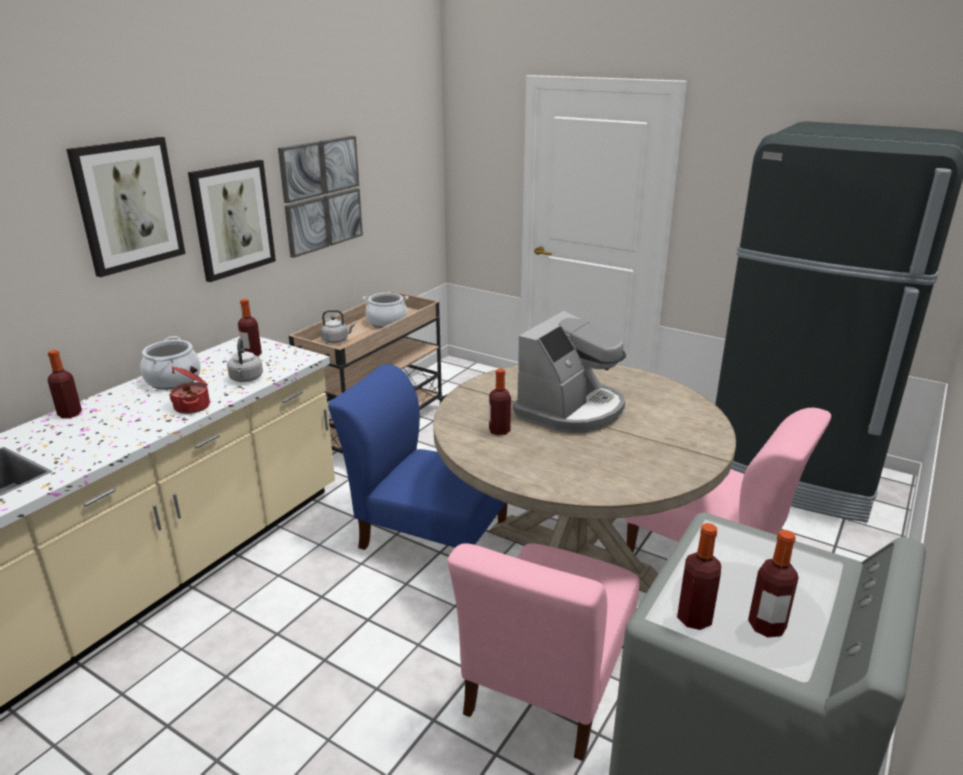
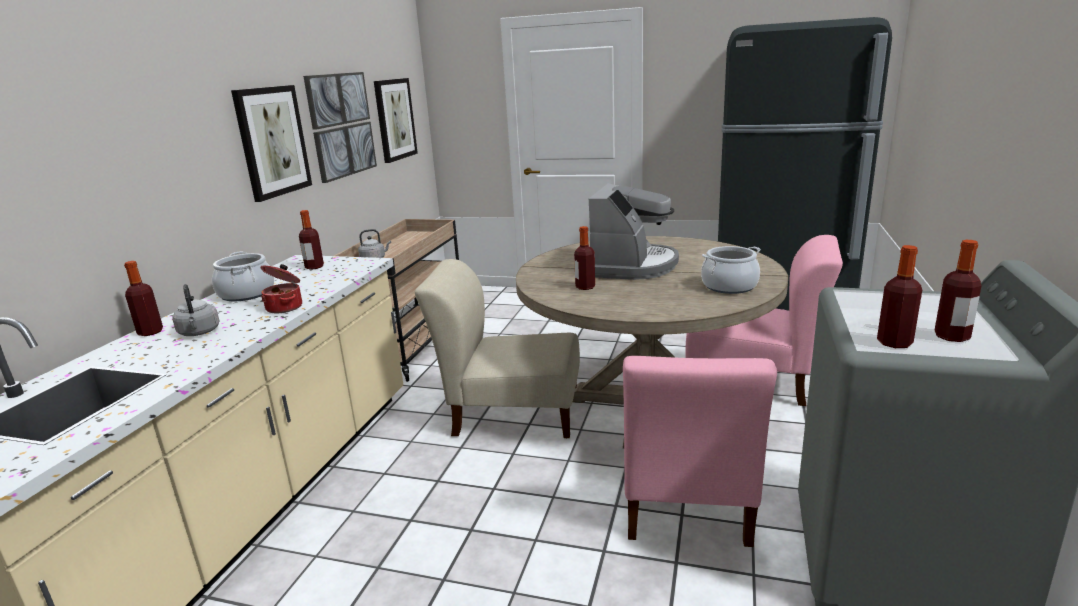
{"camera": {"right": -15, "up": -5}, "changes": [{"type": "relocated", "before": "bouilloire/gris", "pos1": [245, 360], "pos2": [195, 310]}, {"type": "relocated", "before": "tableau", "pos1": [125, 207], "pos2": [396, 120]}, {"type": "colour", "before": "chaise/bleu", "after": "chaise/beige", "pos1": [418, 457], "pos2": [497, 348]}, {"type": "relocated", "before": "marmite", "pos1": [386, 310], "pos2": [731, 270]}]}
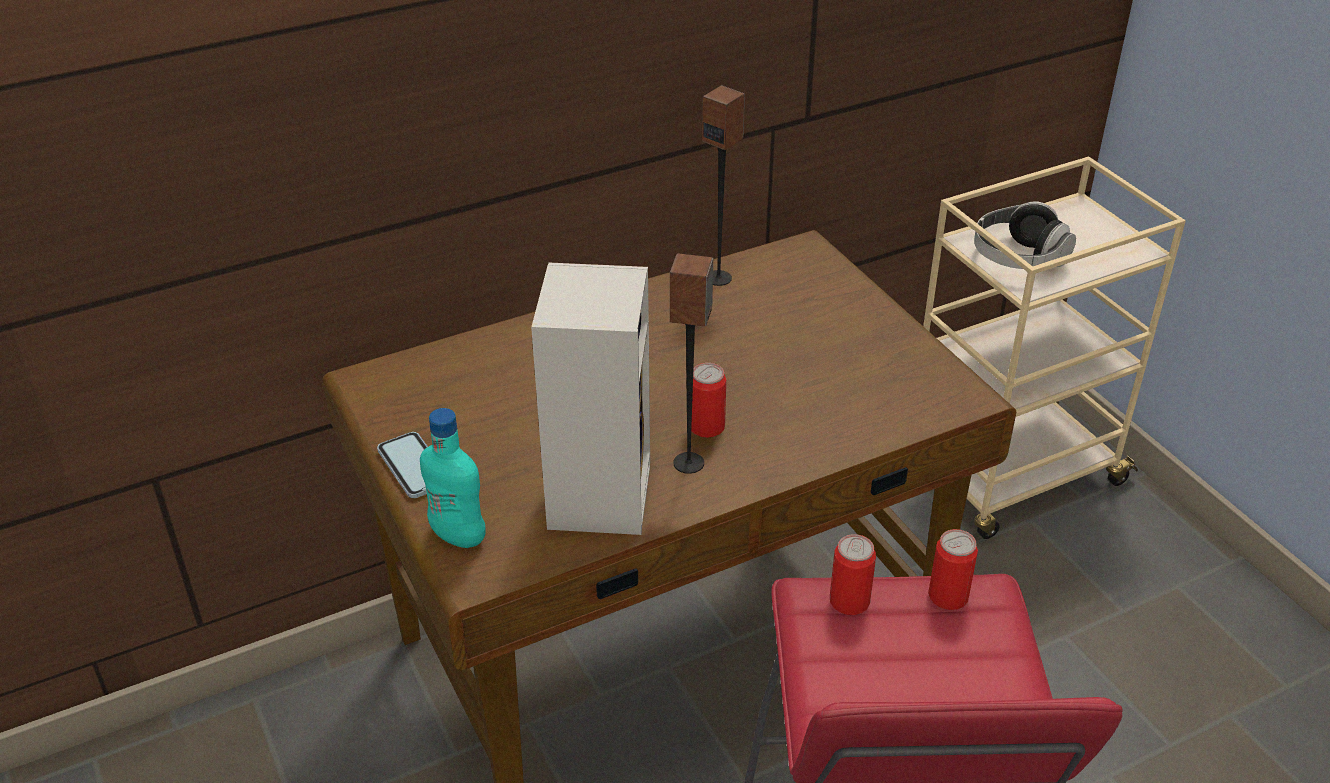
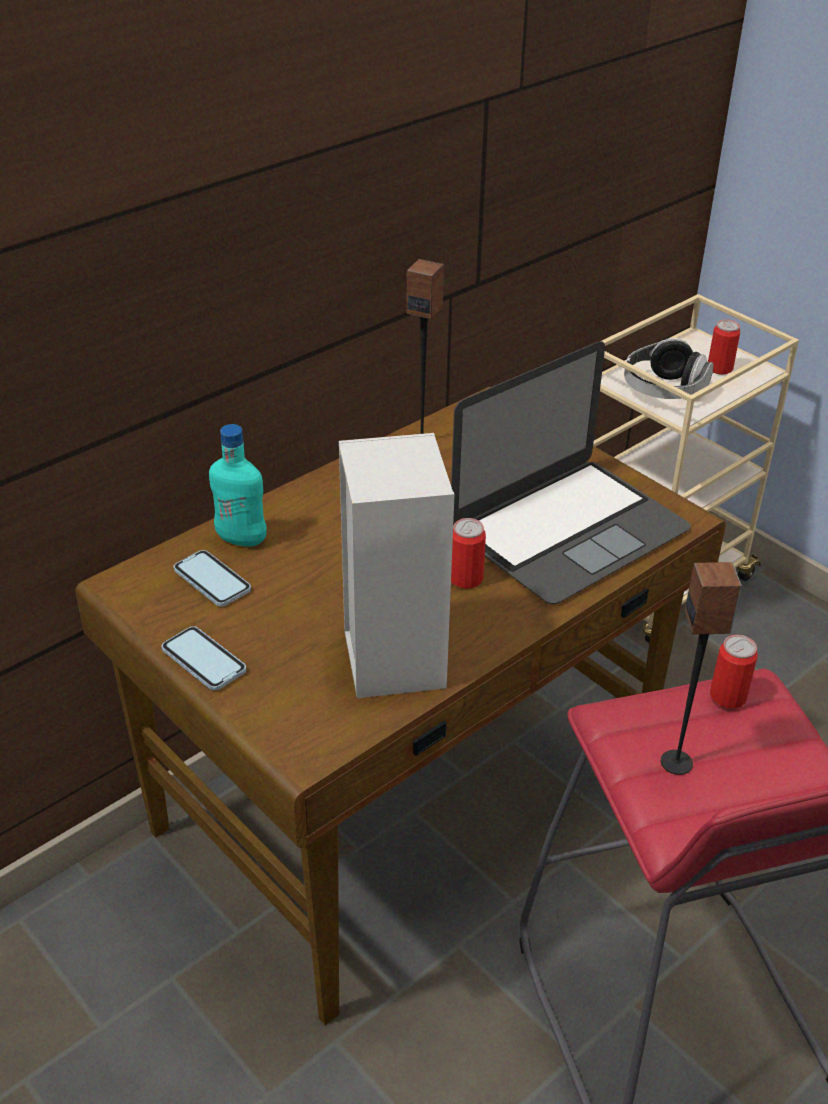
{"camera": {"right": -15, "up": 0}, "changes": [{"type": "appeared", "after": "téléphone", "pos2": [212, 578]}, {"type": "relocated", "before": "bouteille/turquoise", "pos1": [453, 478], "pos2": [237, 485]}, {"type": "appeared", "after": "ordinateur portable", "pos2": [571, 473]}, {"type": "relocated", "before": "enceinte", "pos1": [691, 363], "pos2": [701, 668]}, {"type": "relocated", "before": "boîte métallique", "pos1": [853, 574], "pos2": [724, 347]}]}
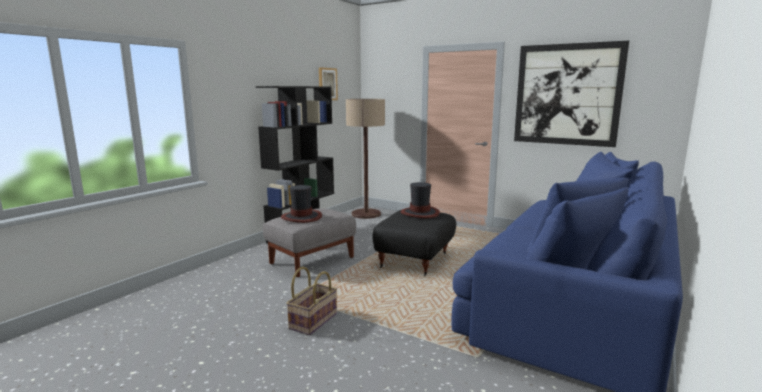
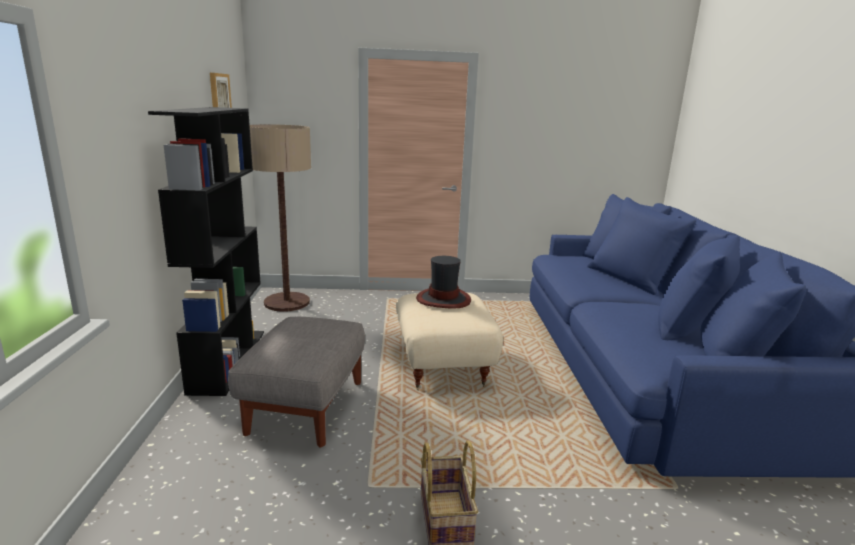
{"camera": {"right": -35, "up": 5}, "changes": [{"type": "colour", "before": "pouf/noir", "after": "pouf/beige", "pos1": [414, 243], "pos2": [449, 342]}, {"type": "missing", "before": "chapeau", "pos1": [301, 204]}, {"type": "missing", "before": "tableau", "pos1": [571, 94]}]}
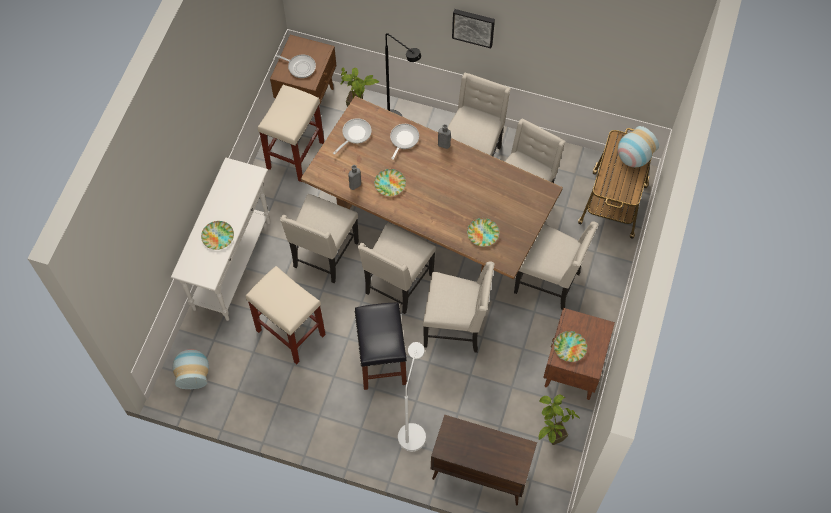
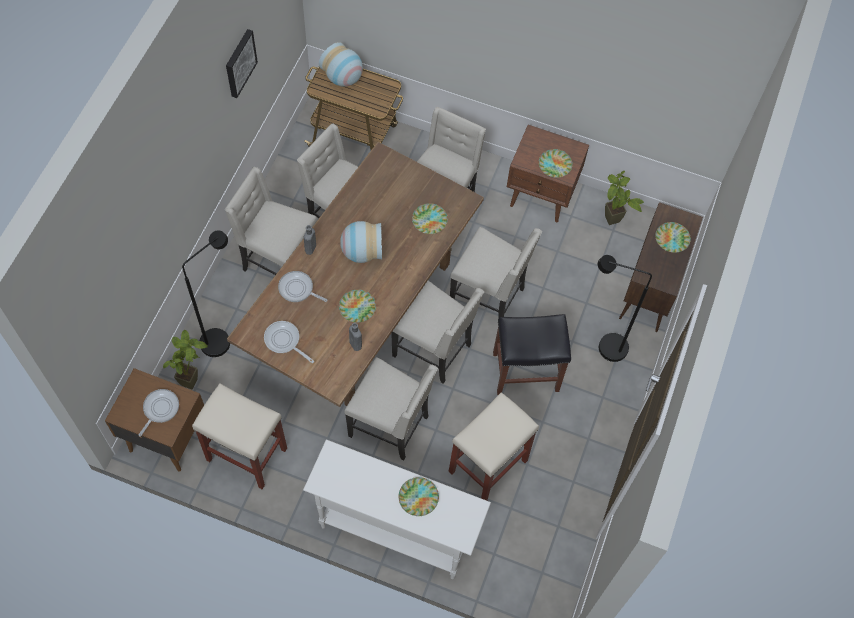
{"camera": {"right": -90, "up": 0}, "changes": [{"type": "relocated", "before": "tableau", "pos1": [473, 28], "pos2": [242, 63]}, {"type": "relocated", "before": "vase", "pos1": [191, 369], "pos2": [361, 242]}, {"type": "spun", "before": "chaise/beige", "pos1": [459, 307], "pos2": [496, 272], "turn": 105}, {"type": "colour", "before": "lampadaire/blanc", "after": "lampadaire/noir", "pos1": [412, 397], "pos2": [625, 308]}, {"type": "appeared", "after": "assiette", "pos2": [673, 237]}]}
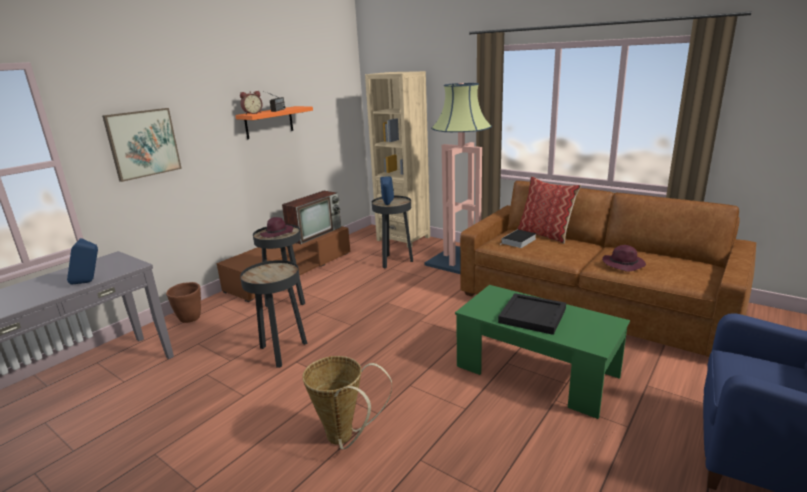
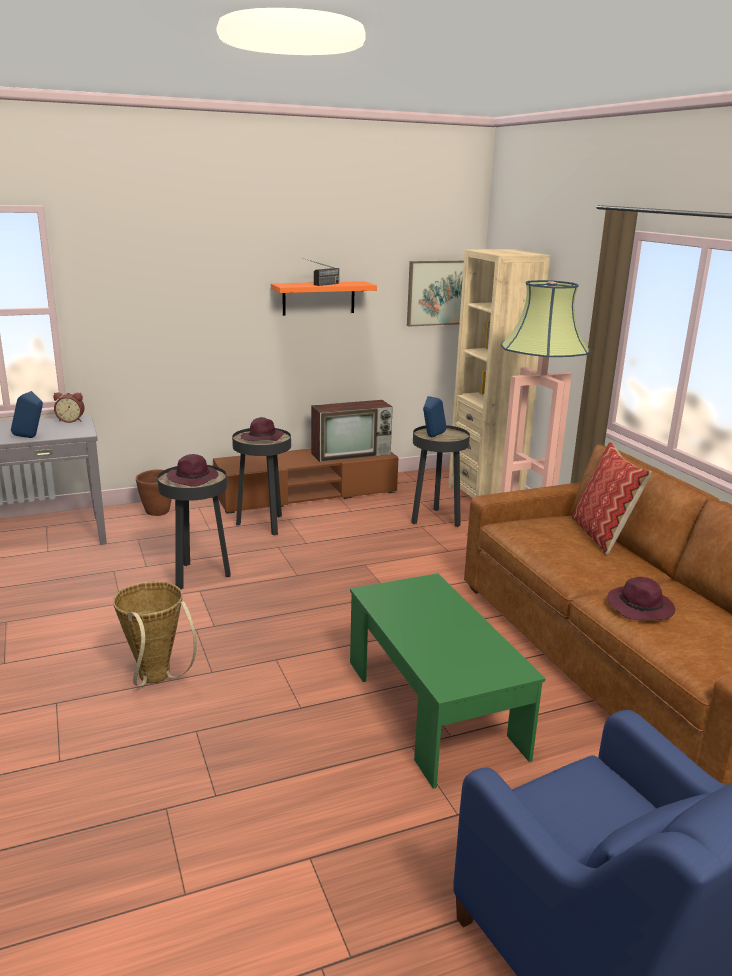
{"camera": {"right": 30, "up": 0}, "changes": [{"type": "relocated", "before": "réveil", "pos1": [251, 102], "pos2": [69, 407]}, {"type": "appeared", "after": "chapeau/violet", "pos2": [192, 470]}, {"type": "relocated", "before": "tableau", "pos1": [142, 145], "pos2": [435, 294]}, {"type": "missing", "before": "plateau/noir", "pos1": [532, 314]}, {"type": "missing", "before": "livre", "pos1": [518, 238]}]}
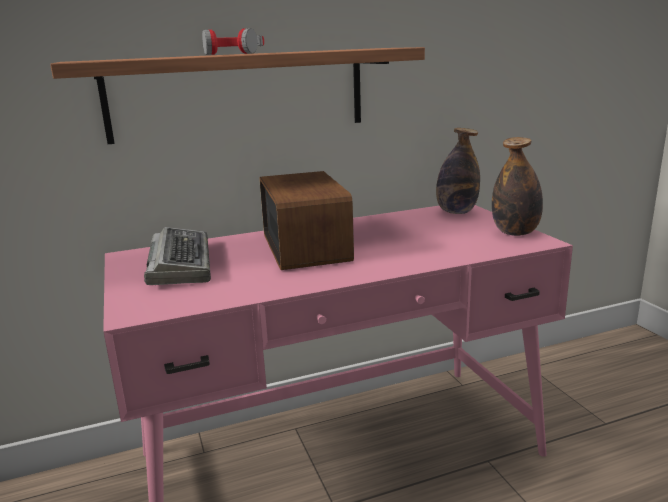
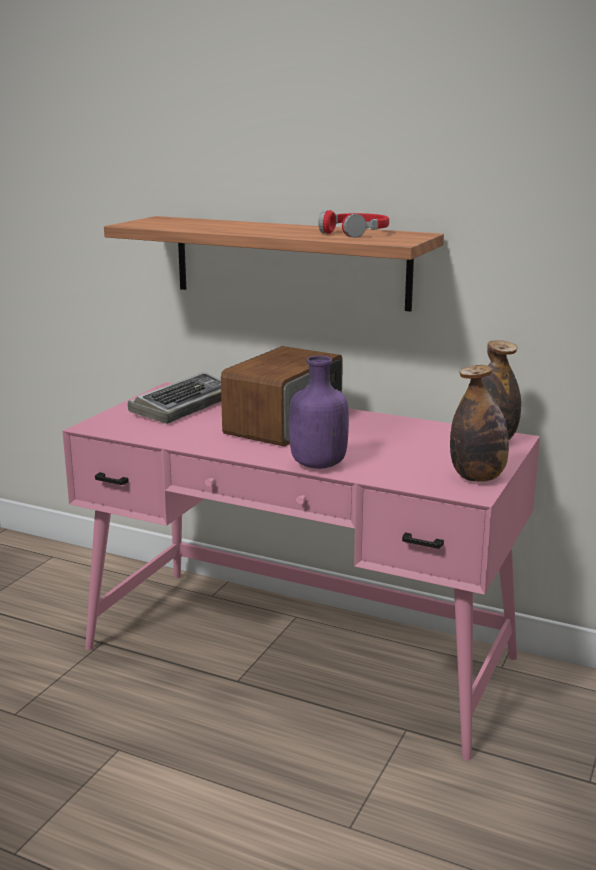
{"camera": {"right": 45, "up": 0}, "changes": [{"type": "appeared", "after": "bouteille/violet", "pos2": [319, 412]}, {"type": "relocated", "before": "casque audio/rouge", "pos1": [233, 41], "pos2": [353, 224]}]}
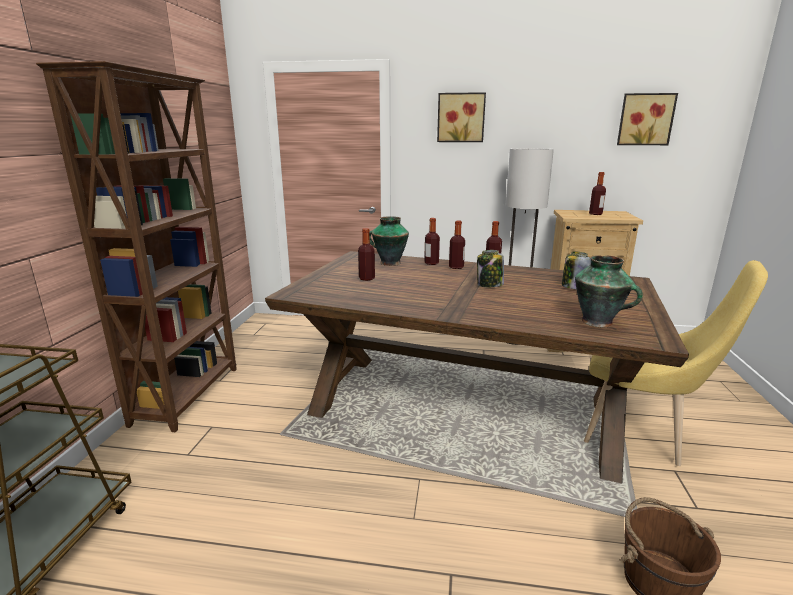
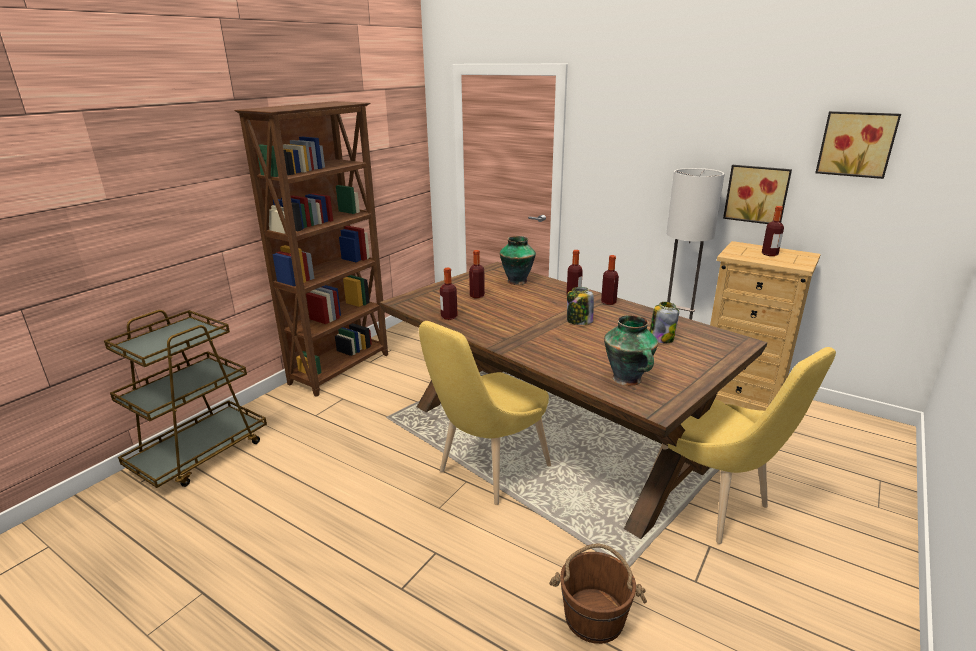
{"camera": {"right": 25, "up": 5}, "changes": [{"type": "appeared", "after": "chaise/jaune", "pos2": [485, 413]}, {"type": "relocated", "before": "bouteille", "pos1": [432, 241], "pos2": [449, 294]}, {"type": "relocated", "before": "tableau", "pos1": [461, 117], "pos2": [757, 194]}]}
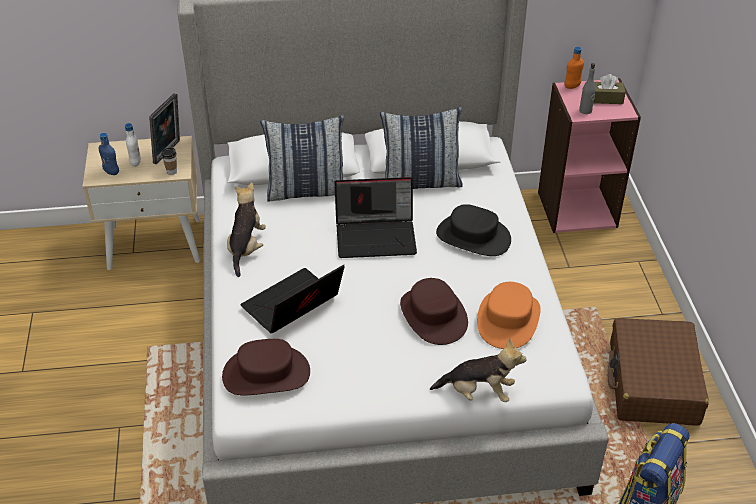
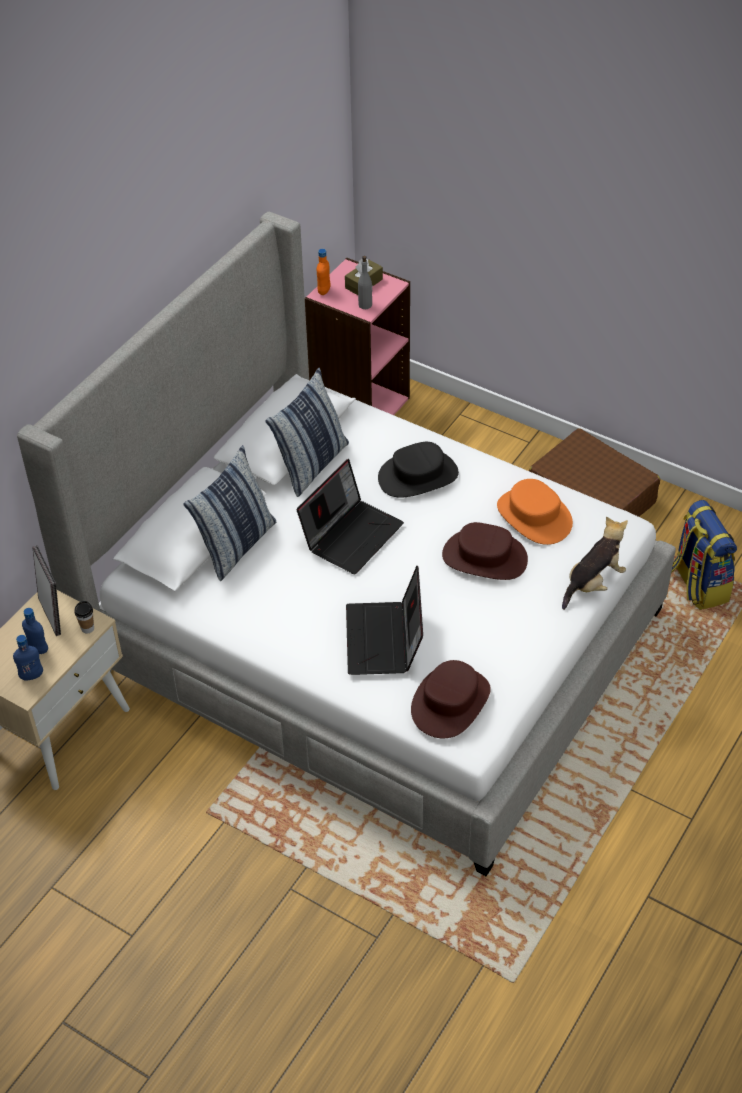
{"camera": {"right": -50, "up": 5}, "changes": [{"type": "colour", "before": "bouteille/blanc", "after": "bouteille/bleu", "pos1": [133, 145], "pos2": [35, 631]}, {"type": "missing", "before": "peluche", "pos1": [246, 229]}]}
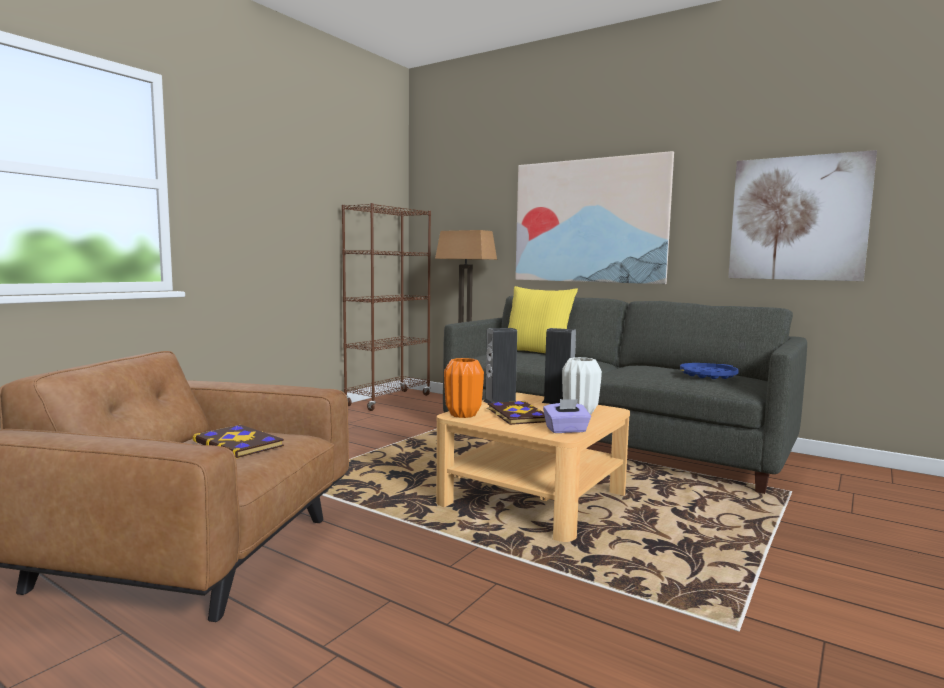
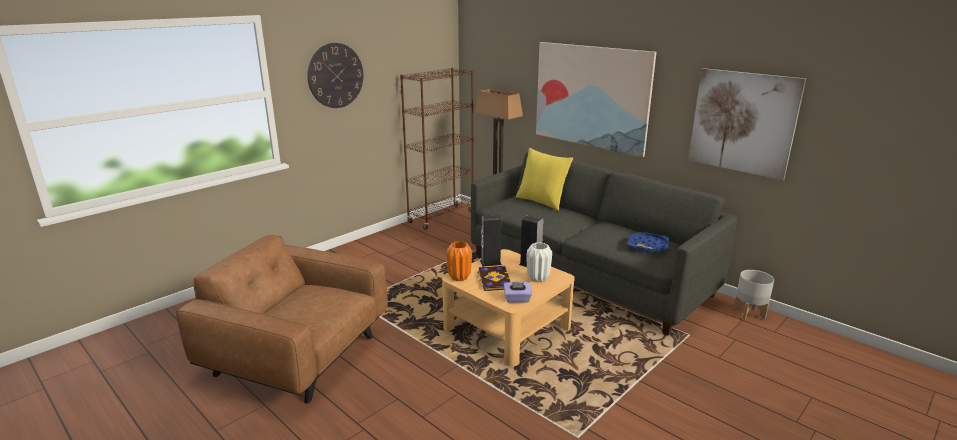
{"camera": {"right": 10, "up": 15}, "changes": [{"type": "appeared", "after": "horloge murale", "pos2": [335, 75]}, {"type": "appeared", "after": "cache-pot/gris", "pos2": [754, 295]}, {"type": "missing", "before": "livre", "pos1": [238, 441]}]}
